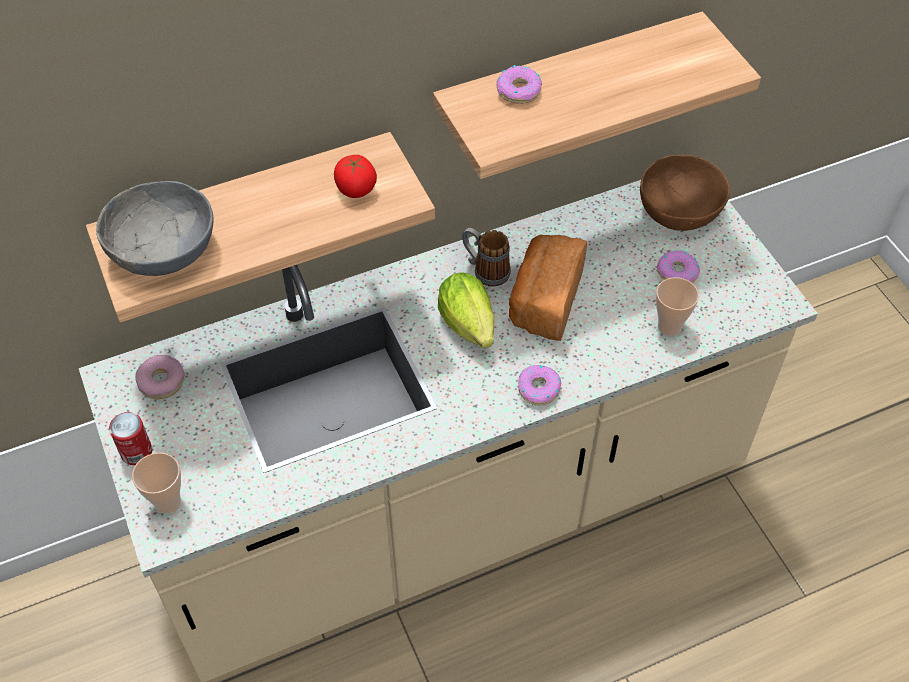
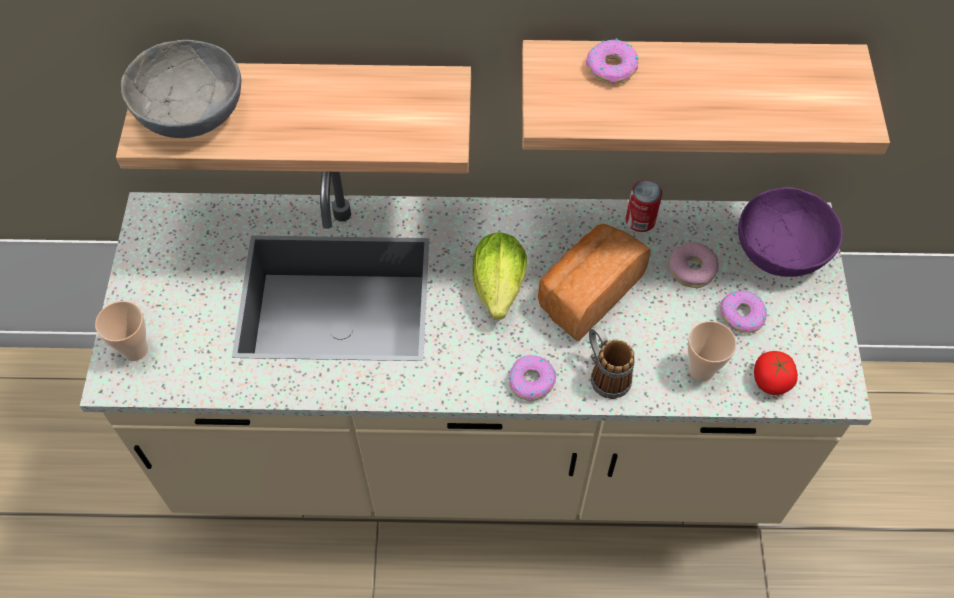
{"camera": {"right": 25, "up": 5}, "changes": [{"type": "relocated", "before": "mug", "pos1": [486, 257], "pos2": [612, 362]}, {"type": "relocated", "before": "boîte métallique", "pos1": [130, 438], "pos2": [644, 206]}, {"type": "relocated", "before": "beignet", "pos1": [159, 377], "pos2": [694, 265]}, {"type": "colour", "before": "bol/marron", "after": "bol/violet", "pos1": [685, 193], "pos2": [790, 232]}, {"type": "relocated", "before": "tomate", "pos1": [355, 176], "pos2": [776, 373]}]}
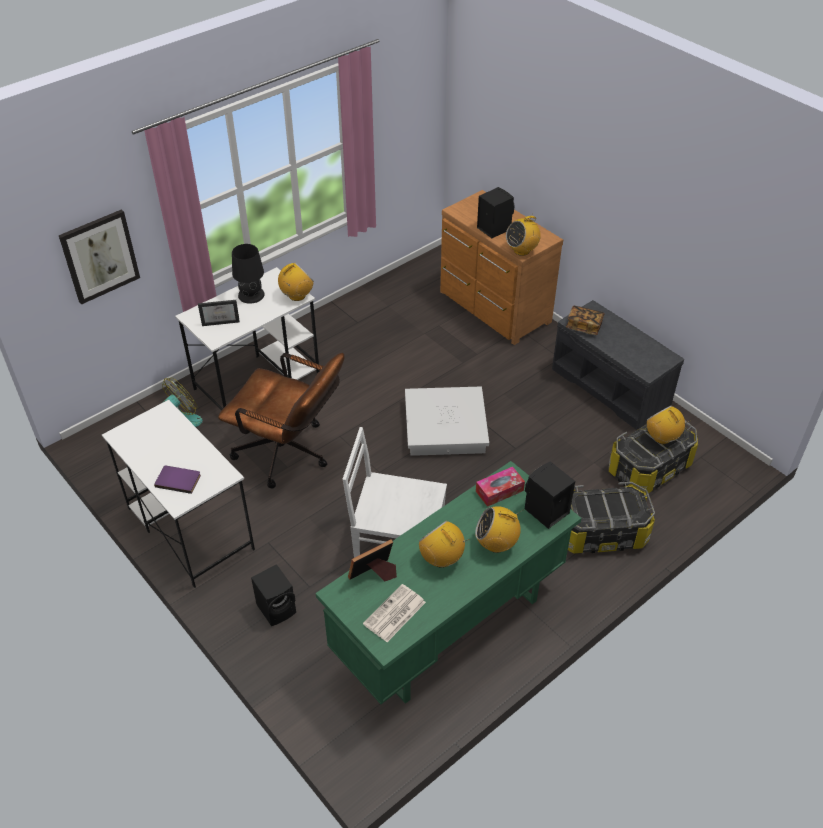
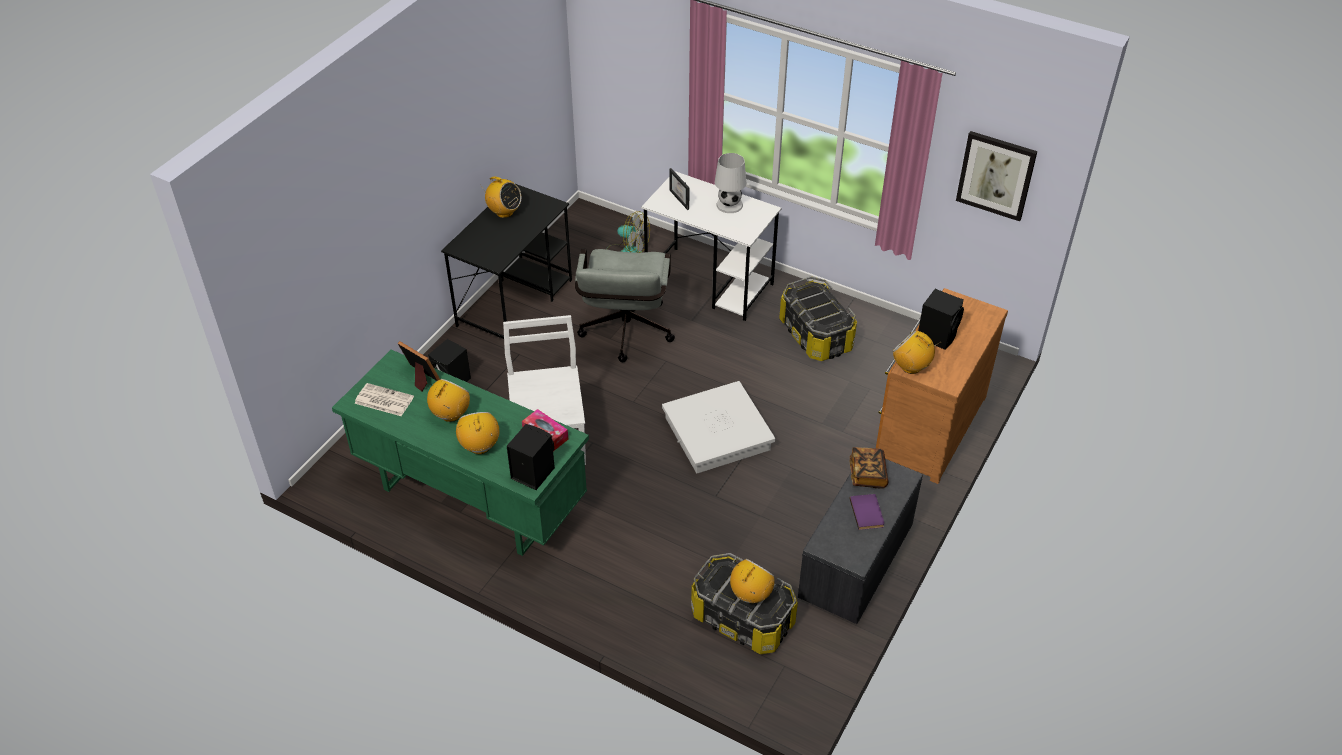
{"camera": {"right": 70, "up": 0}, "changes": [{"type": "colour", "before": "bureau/blanc", "after": "bureau/noir", "pos1": [178, 494], "pos2": [506, 261]}, {"type": "relocated", "before": "radio", "pos1": [296, 282], "pos2": [500, 197]}, {"type": "colour", "before": "chaise de bureau/marron", "after": "chaise de bureau/gris", "pos1": [281, 420], "pos2": [625, 305]}, {"type": "colour", "before": "lampe de table/noir", "after": "lampe de table/blanc", "pos1": [248, 274], "pos2": [730, 183]}, {"type": "relocated", "before": "boîte de rangement", "pos1": [611, 518], "pos2": [818, 319]}, {"type": "relocated", "before": "livre/violet", "pos1": [177, 480], "pos2": [867, 512]}, {"type": "relocated", "before": "tableau", "pos1": [99, 257], "pos2": [997, 176]}]}
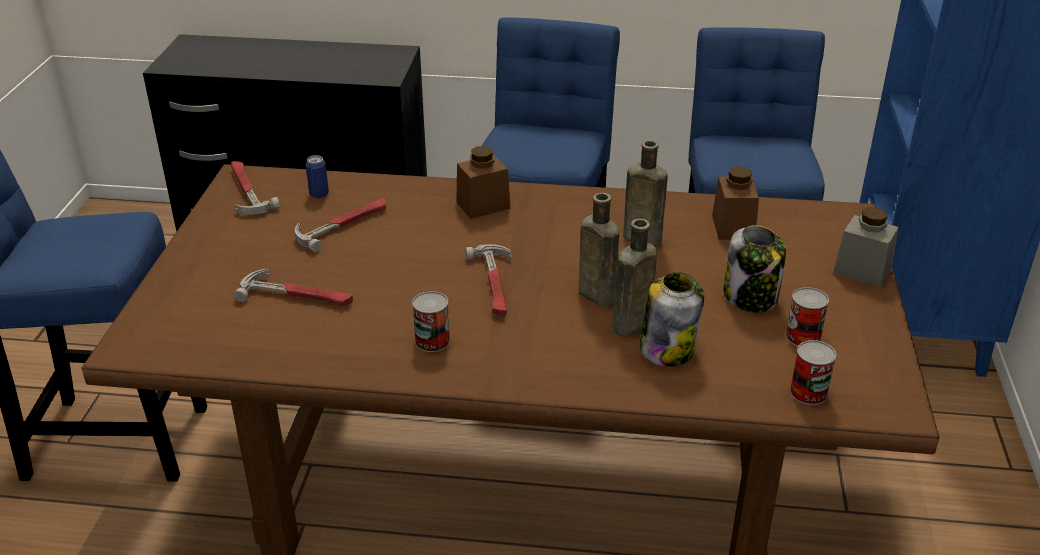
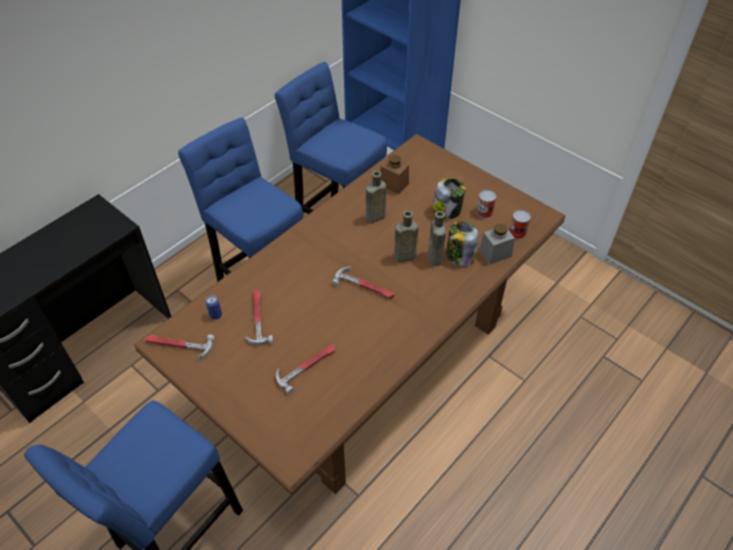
{"camera": {"right": -55, "up": 15}, "changes": [{"type": "relocated", "before": "bocal/gris", "pos1": [866, 247], "pos2": [497, 244]}, {"type": "missing", "before": "boîte métallique", "pos1": [431, 321]}, {"type": "missing", "before": "bocal/marron", "pos1": [483, 182]}]}
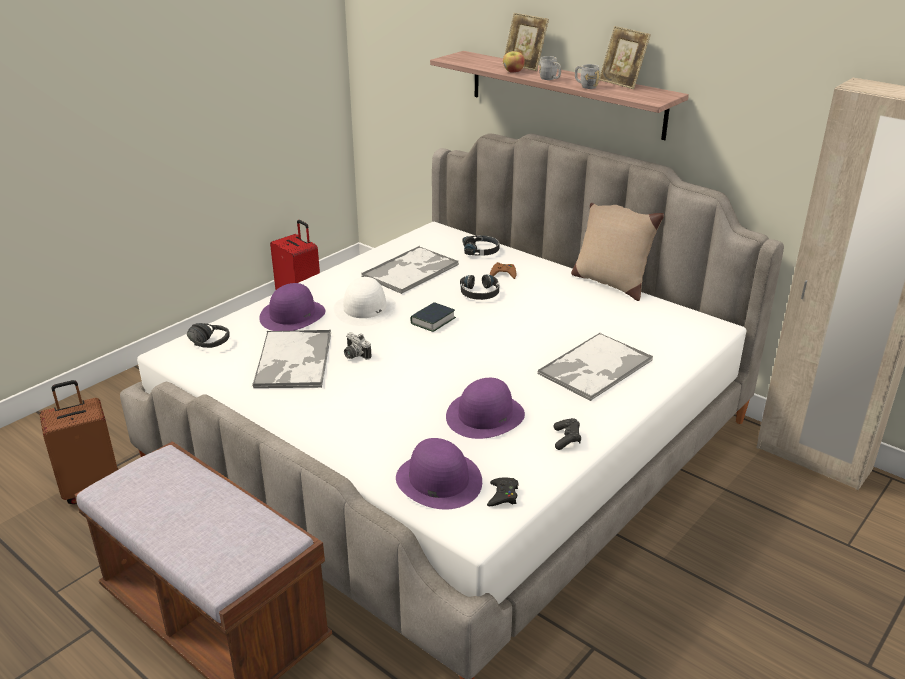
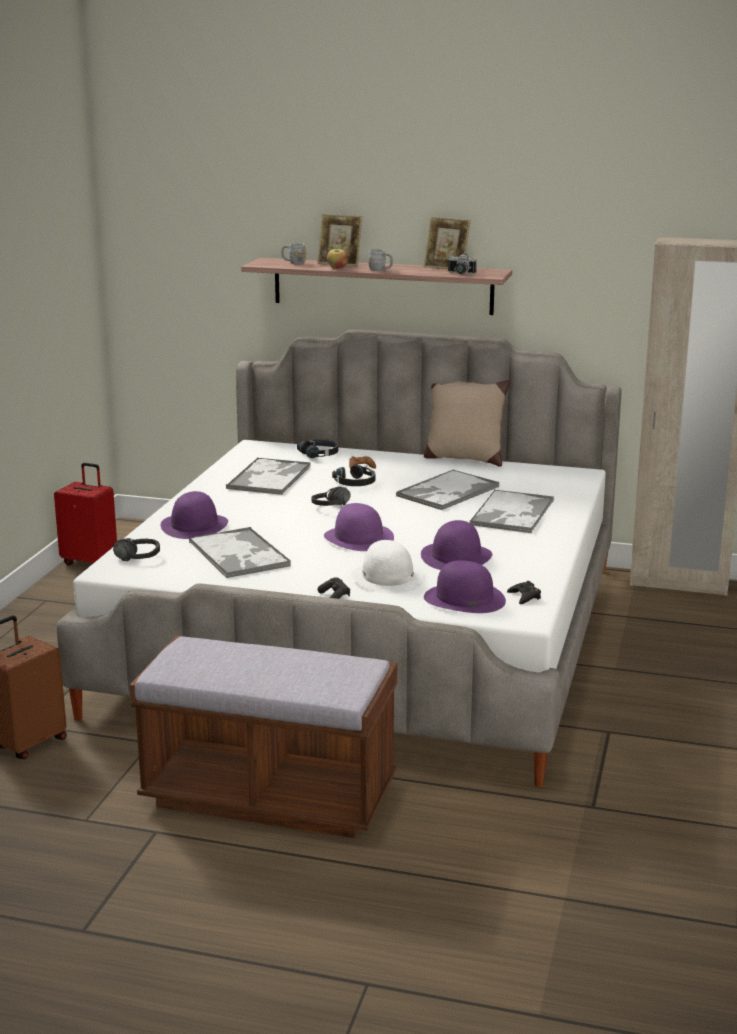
{"camera": {"right": -25, "up": -10}, "changes": [{"type": "relocated", "before": "mug/gris", "pos1": [587, 76], "pos2": [293, 254]}, {"type": "exchanged", "before": "livre", "after": "casque audio/noir", "pos1": [433, 317], "pos2": [331, 496]}, {"type": "relocated", "before": "manette/noir", "pos1": [567, 434], "pos2": [334, 588]}, {"type": "appeared", "after": "chapeau/violet", "pos2": [359, 527]}, {"type": "relocated", "before": "chapeau/blanc", "pos1": [365, 301], "pos2": [388, 567]}, {"type": "appeared", "after": "plateau", "pos2": [447, 489]}, {"type": "relocated", "before": "appareil photo", "pos1": [357, 346], "pos2": [462, 263]}]}
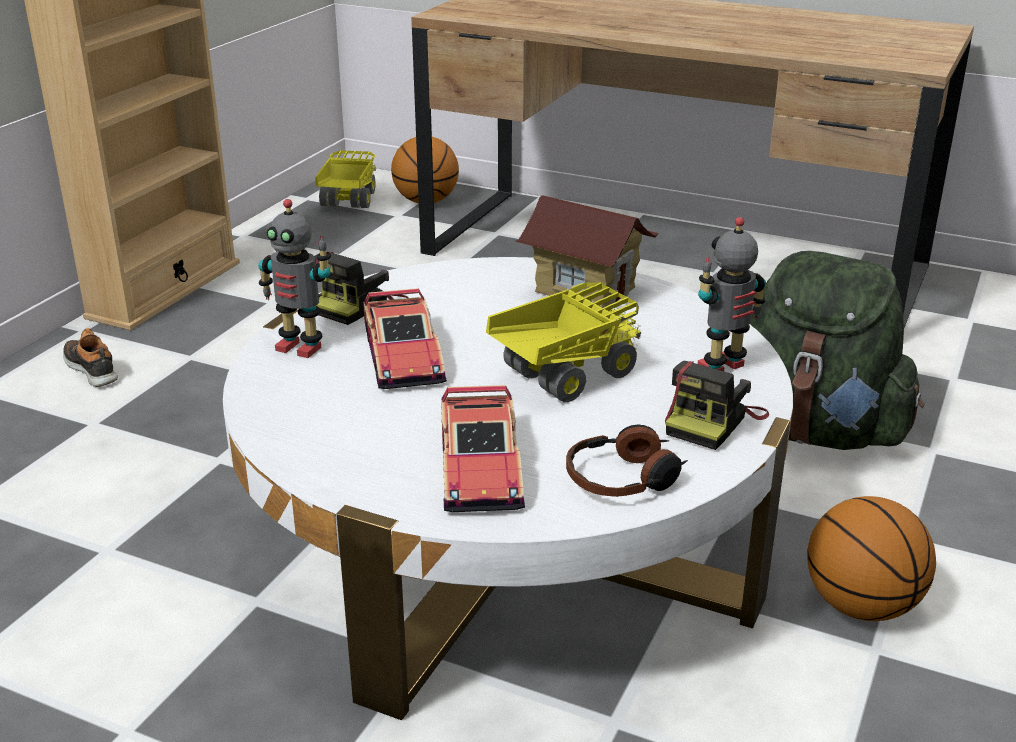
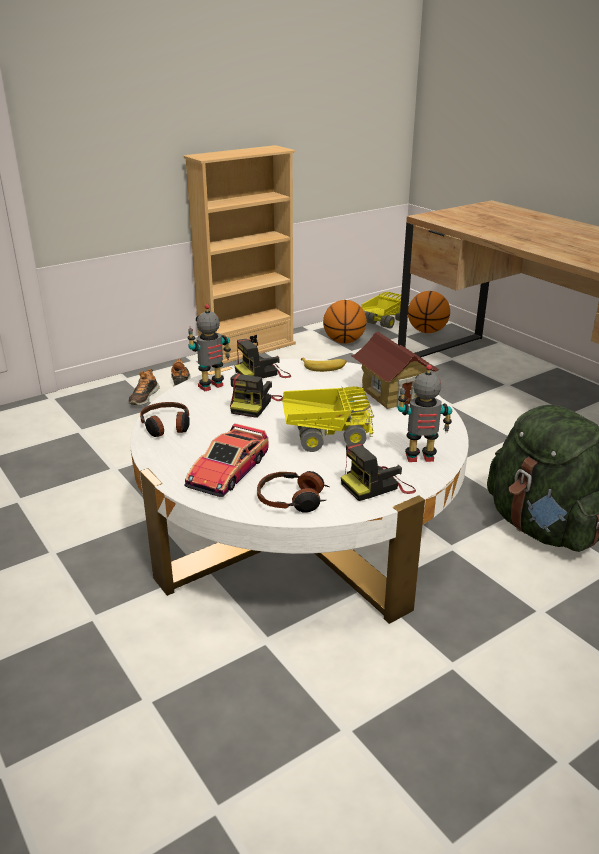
{"camera": {"right": 30, "up": 0}, "changes": [{"type": "appeared", "after": "chaussure", "pos2": [144, 387]}, {"type": "appeared", "after": "casque audio", "pos2": [165, 419]}, {"type": "spun", "before": "robot jouet", "pos1": [294, 278], "pos2": [209, 347], "turn": 90}, {"type": "exchanged", "before": "petite voiture", "after": "appareil photo", "pos1": [405, 338], "pos2": [256, 396]}, {"type": "appeared", "after": "banane", "pos2": [324, 365]}, {"type": "relocated", "before": "ballon de basket", "pos1": [871, 558], "pos2": [345, 322]}]}
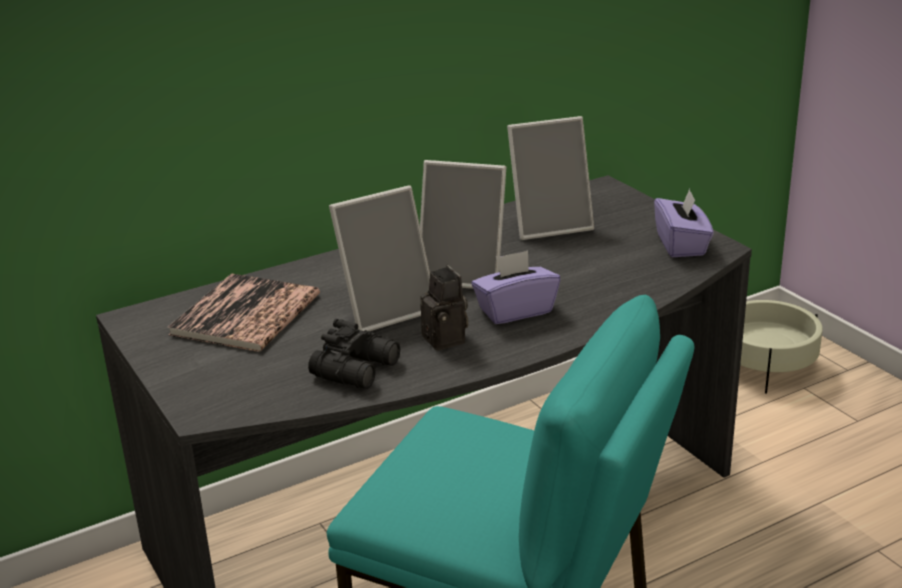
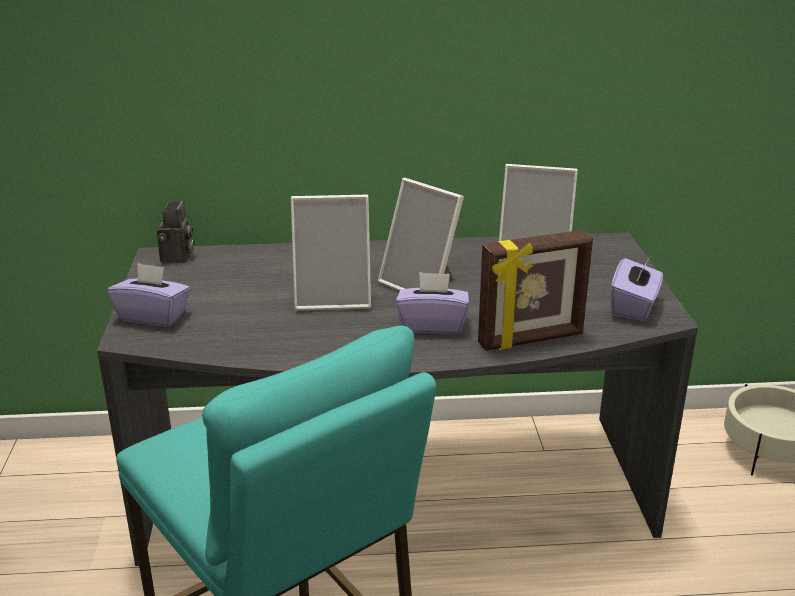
{"camera": {"right": 25, "up": 0}, "changes": [{"type": "appeared", "after": "boîte à mouchoirs/violet", "pos2": [149, 295]}, {"type": "relocated", "before": "appareil photo", "pos1": [445, 308], "pos2": [175, 232]}, {"type": "appeared", "after": "cadre photo", "pos2": [535, 290]}, {"type": "missing", "before": "livre", "pos1": [243, 313]}, {"type": "missing", "before": "jumelles/noir", "pos1": [354, 354]}]}
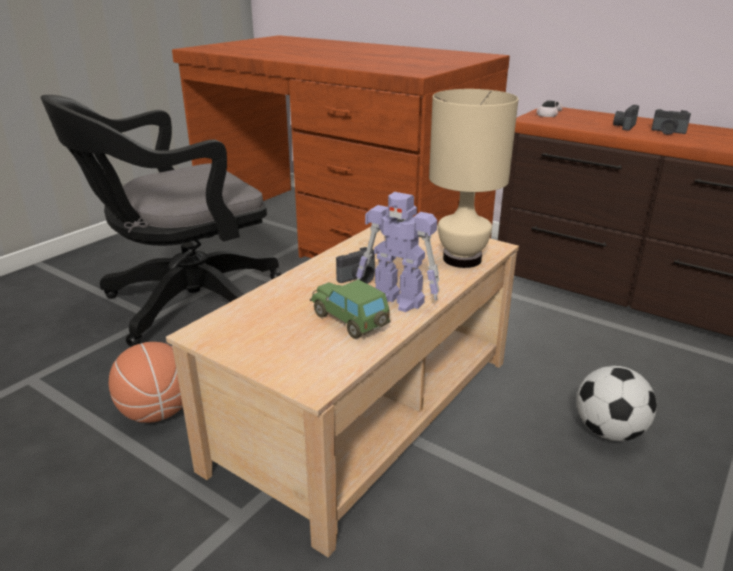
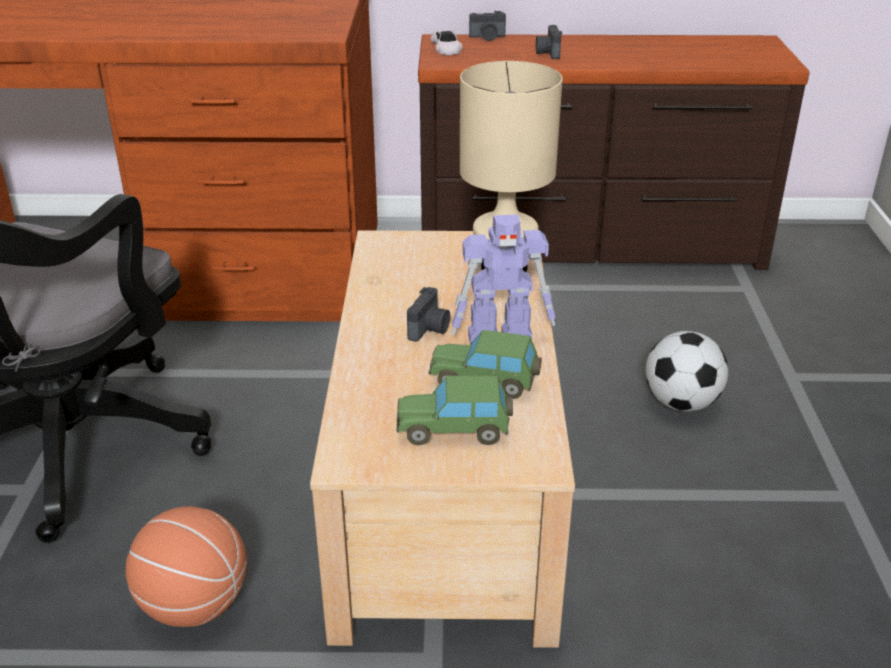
{"camera": {"right": -35, "up": 5}, "changes": [{"type": "appeared", "after": "petite voiture", "pos2": [455, 410]}, {"type": "relocated", "before": "appareil photo", "pos1": [671, 122], "pos2": [487, 26]}]}
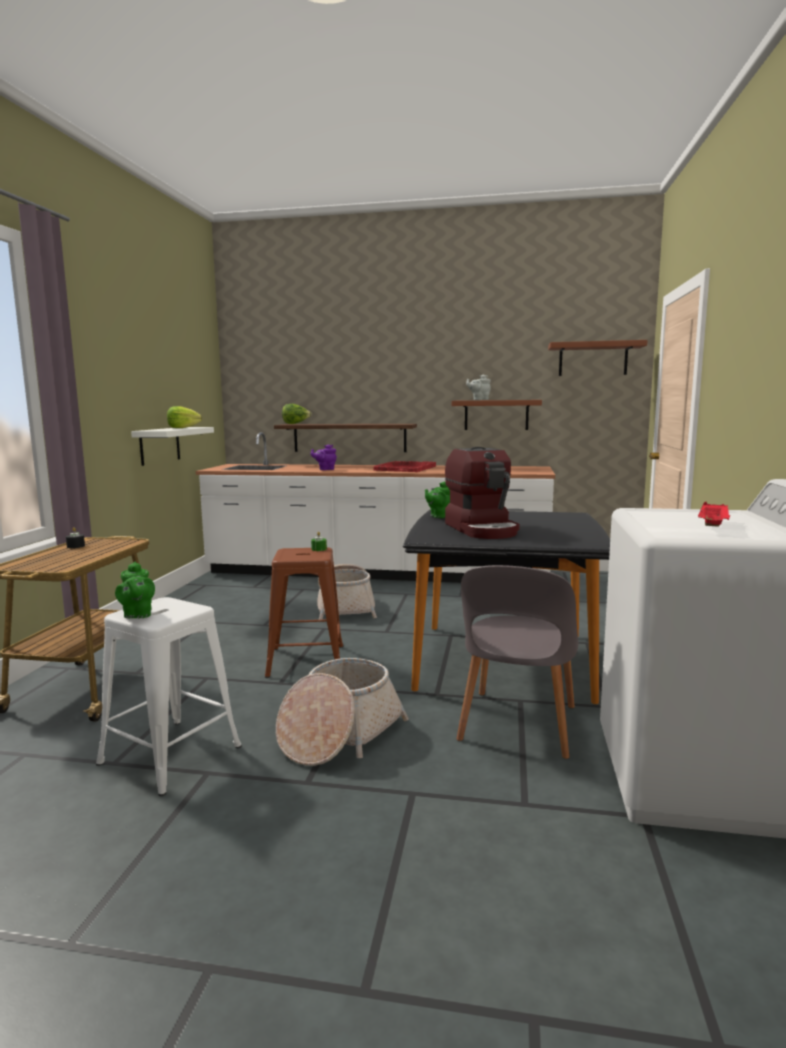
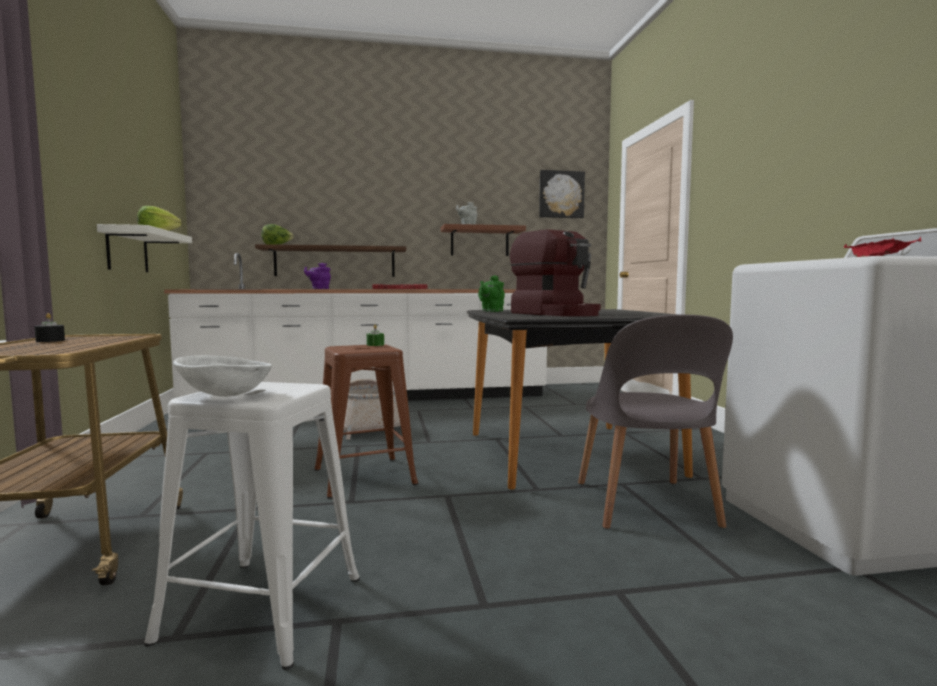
{"camera": {"right": -20, "up": -5}, "changes": [{"type": "exchanged", "before": "théière/vert", "after": "bol/blanc", "pos1": [135, 590], "pos2": [222, 376]}, {"type": "exchanged", "before": "étagère/marron", "after": "tableau", "pos1": [598, 358], "pos2": [562, 194]}, {"type": "missing", "before": "panier", "pos1": [342, 712]}]}
